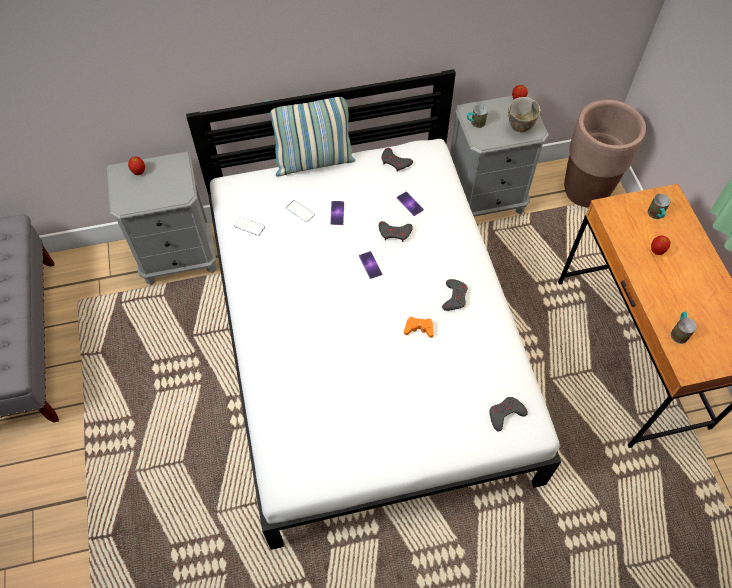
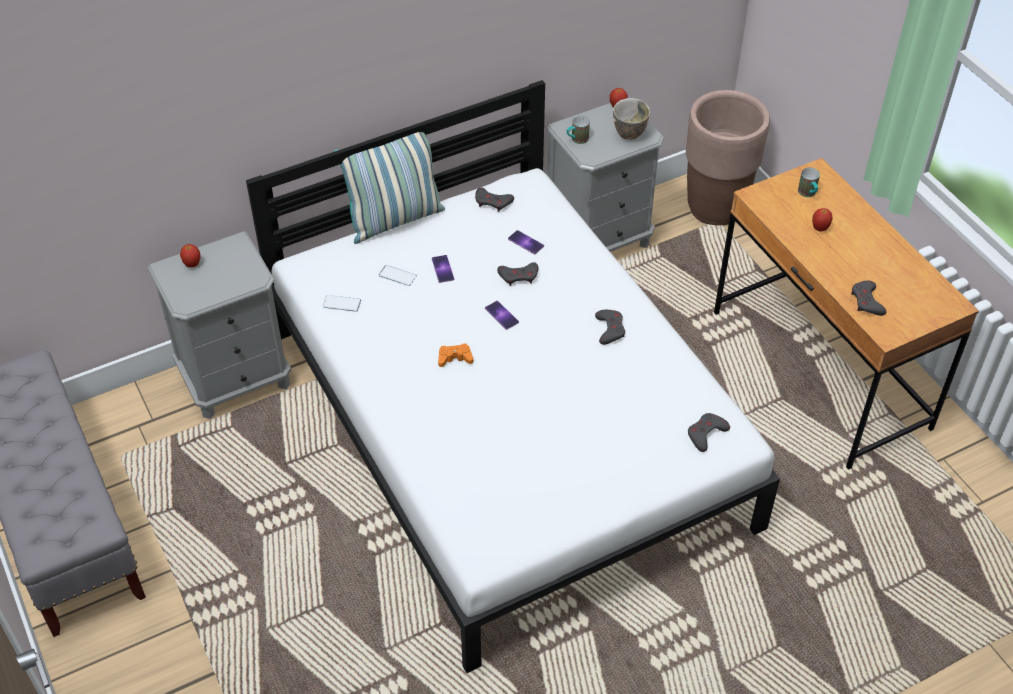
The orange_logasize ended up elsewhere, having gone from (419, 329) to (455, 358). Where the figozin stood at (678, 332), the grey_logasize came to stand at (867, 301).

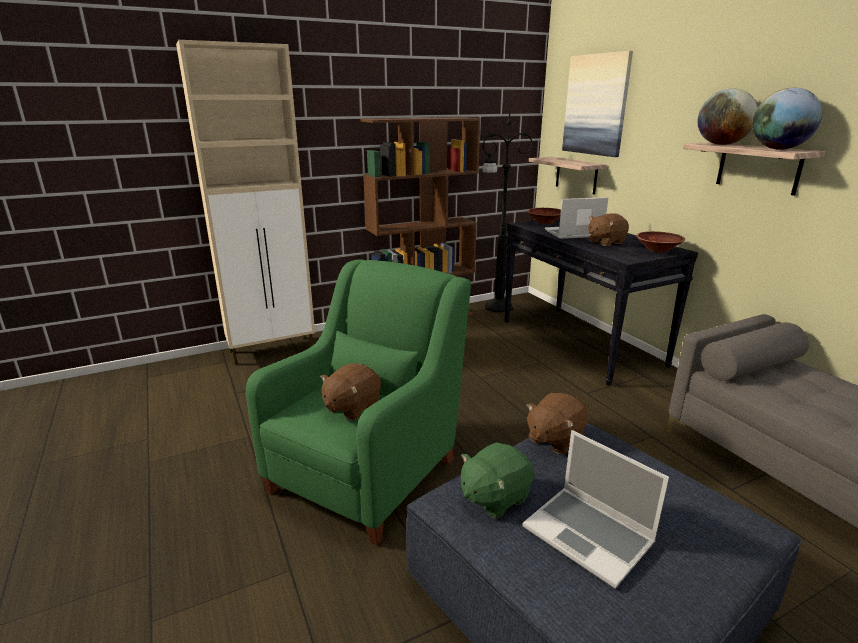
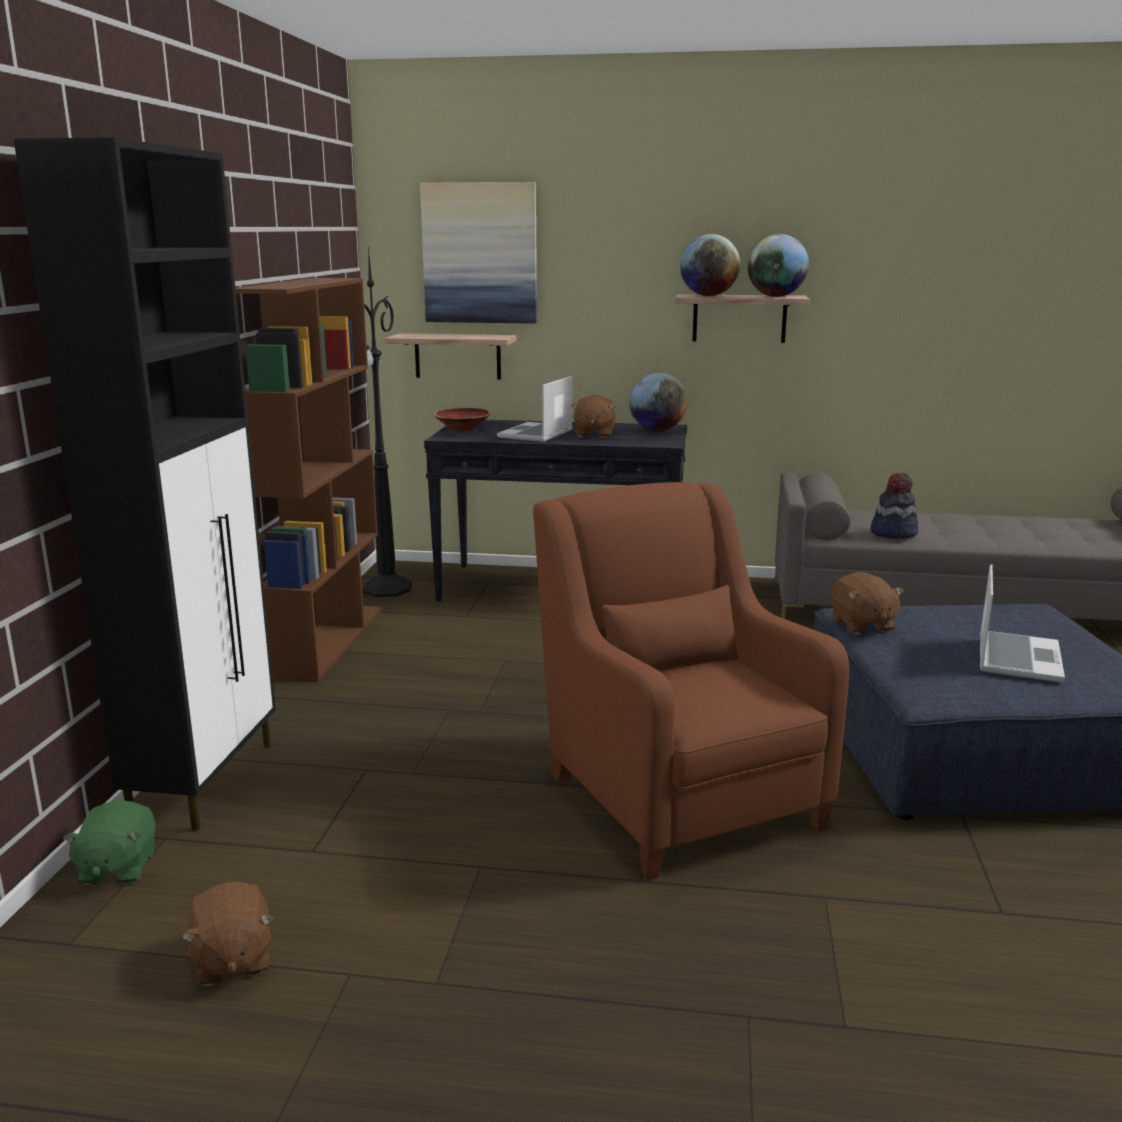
What was the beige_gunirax at (273, 350) turned into the black_gunirax at (206, 781). What was the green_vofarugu at (369, 469) turned into the brown_vofarugu at (676, 793). The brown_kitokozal ended up elsewhere, having gone from (351, 407) to (232, 960). The green_kitokozal ended up elsewhere, having gone from (494, 497) to (117, 868). The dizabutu at (589, 536) ended up facing another way, 60 degrees counterclockwise from before. Where the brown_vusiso stood at (658, 250), the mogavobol came to stand at (657, 430). The second view gained the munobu at (893, 533).

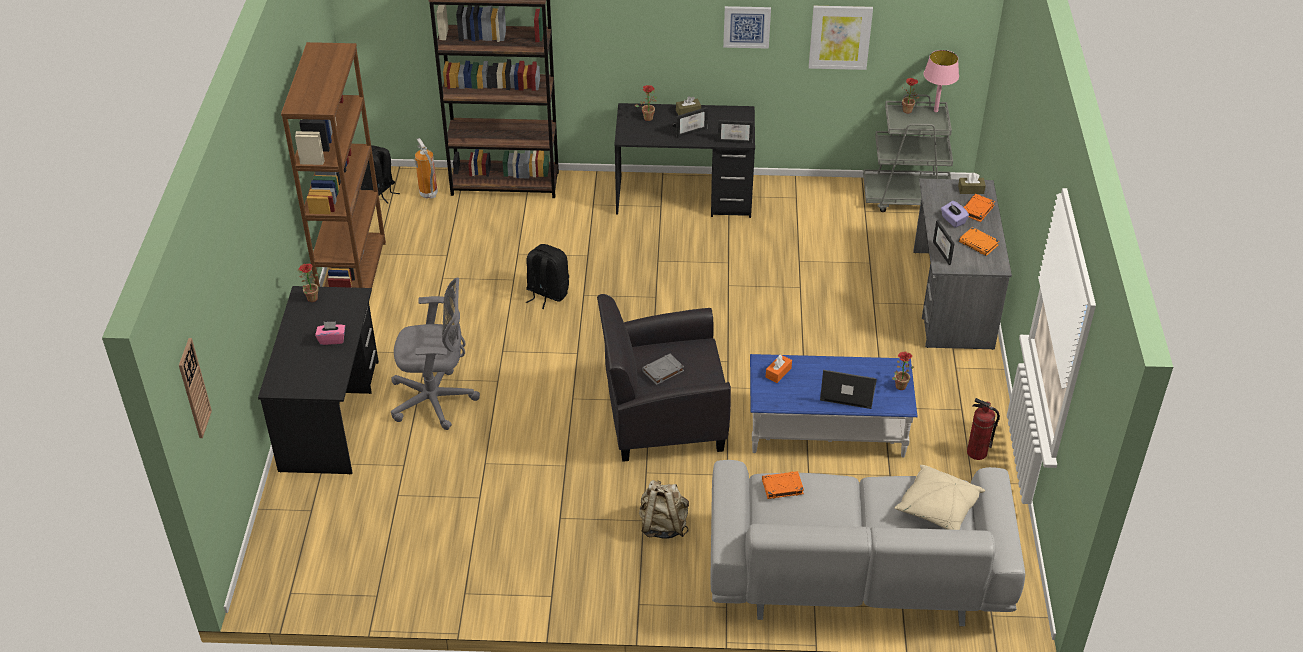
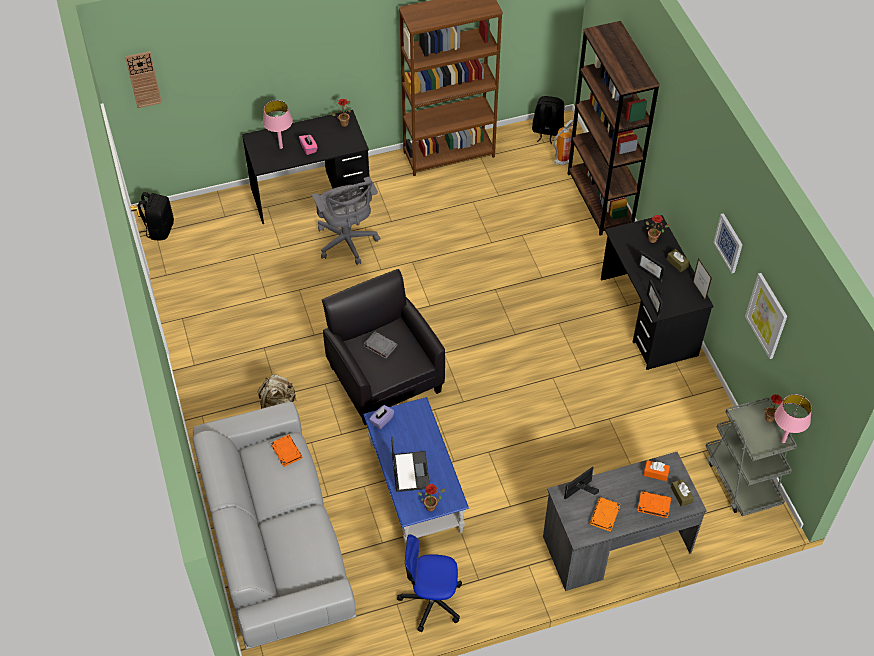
The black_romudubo ended up elsewhere, having gone from (546, 293) to (159, 229). The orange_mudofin ended up elsewhere, having gone from (778, 372) to (656, 473). The second view lost the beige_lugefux at (938, 508). The purple_mudofin ended up elsewhere, having gone from (953, 220) to (381, 420). Where the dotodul stood at (976, 453), the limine came to stand at (431, 600). The second view gained the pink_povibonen at (281, 147). The second view gained the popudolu at (699, 291).

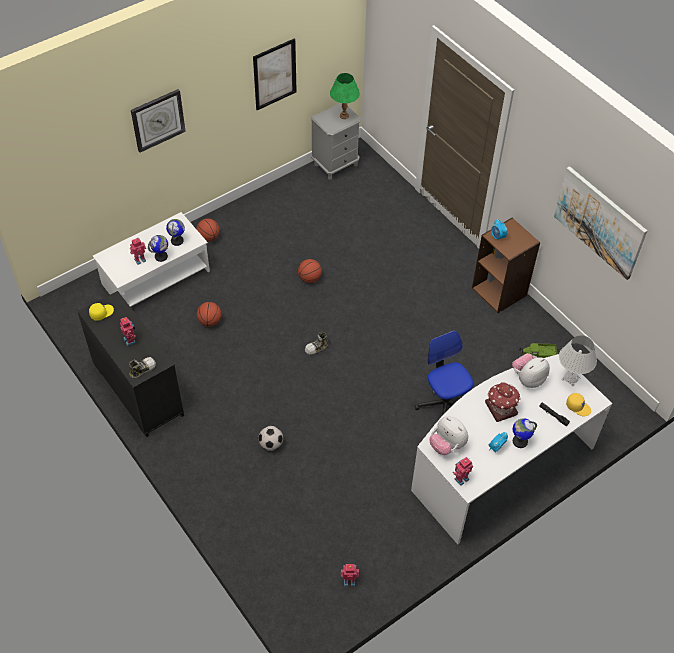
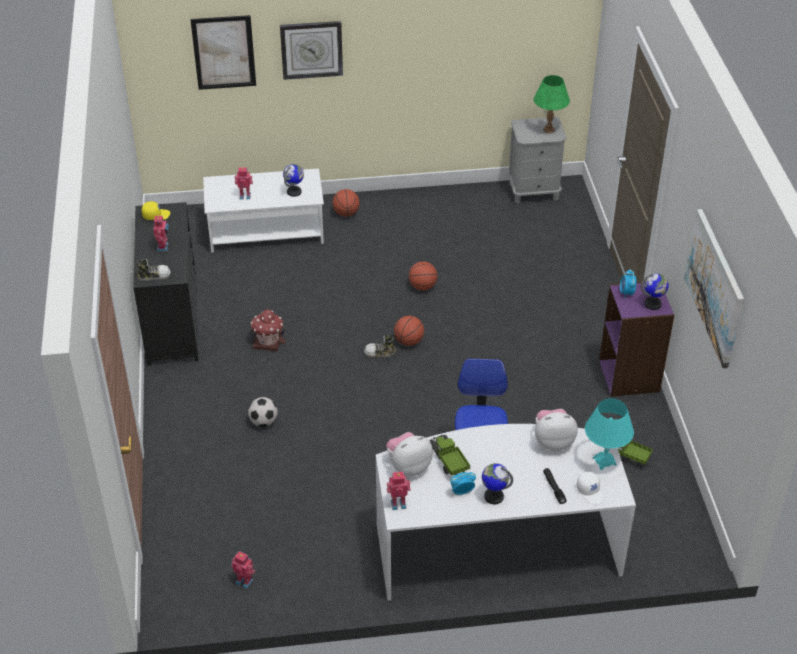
The mogavobol ended up elsewhere, having gone from (161, 256) to (653, 304). The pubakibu ended up elsewhere, having gone from (210, 321) to (408, 341). The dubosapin ended up elsewhere, having gone from (275, 74) to (224, 52). The kitokozal at (447, 445) ended up facing another way, 75 degrees clockwise from before. What was the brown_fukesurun at (499, 291) turned into the purple_fukesurun at (630, 376). The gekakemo ended up elsewhere, having gone from (501, 407) to (268, 340). What was the white_povibonen at (570, 379) turned into the turquoise_povibonen at (604, 461). What was the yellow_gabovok at (578, 407) turned into the white_gabovok at (590, 491). The second view gained the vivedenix at (448, 461).

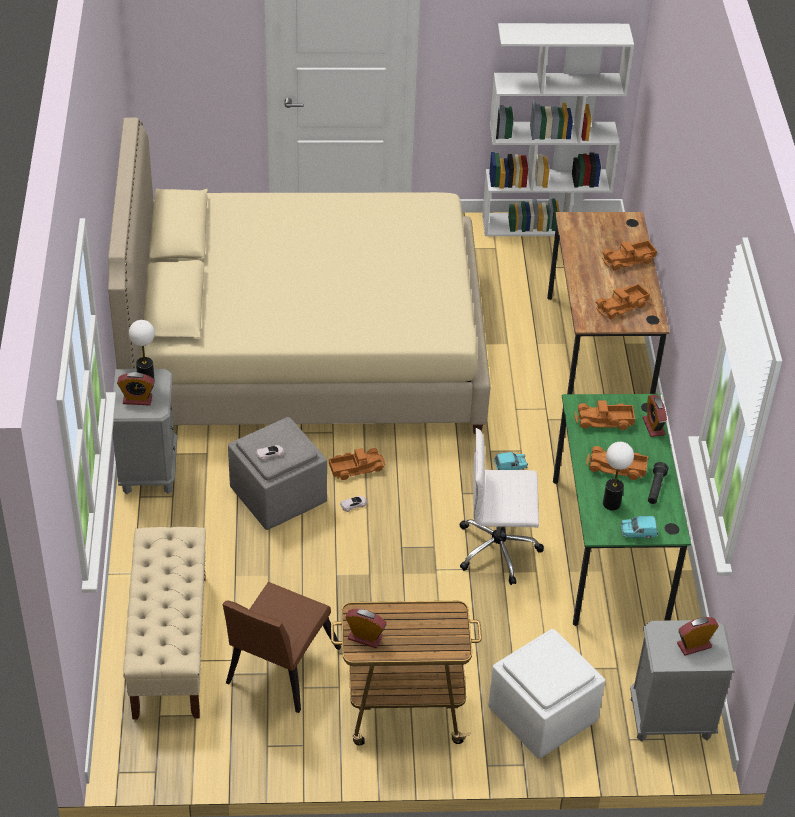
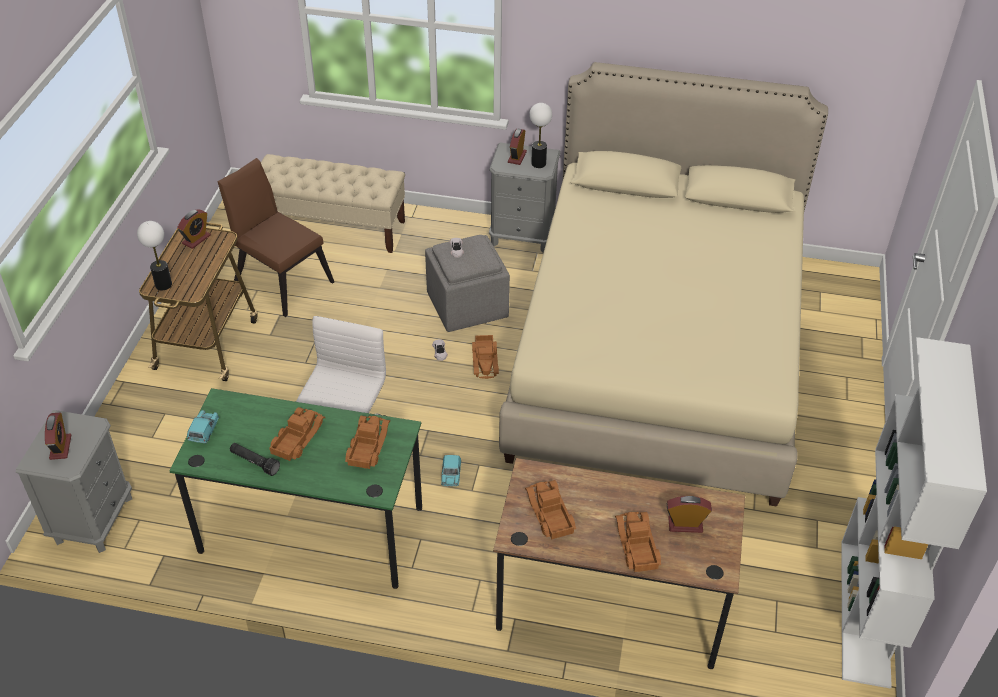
The second view lost the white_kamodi at (541, 715). The povibonen ended up elsewhere, having gone from (611, 503) to (163, 284). The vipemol ended up elsewhere, having gone from (653, 426) to (685, 525).

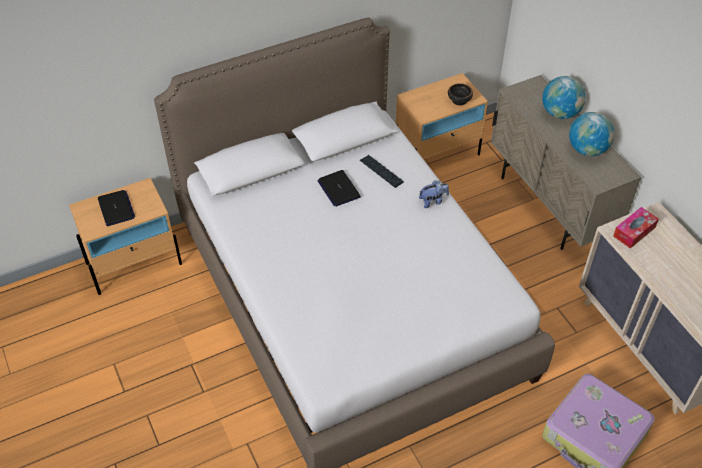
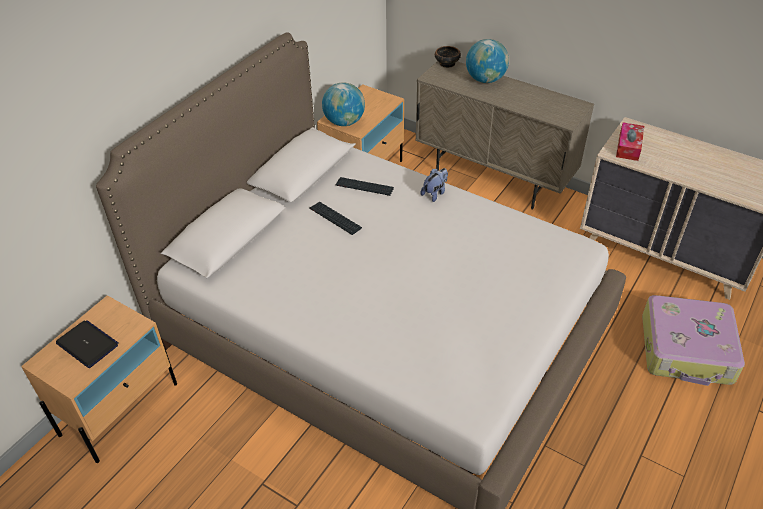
Where the dizabutu stood at (338, 189), the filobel came to stand at (335, 219). The vusiso ended up elsewhere, having gone from (459, 100) to (446, 63). The mogavobol ended up elsewhere, having gone from (587, 150) to (344, 122).

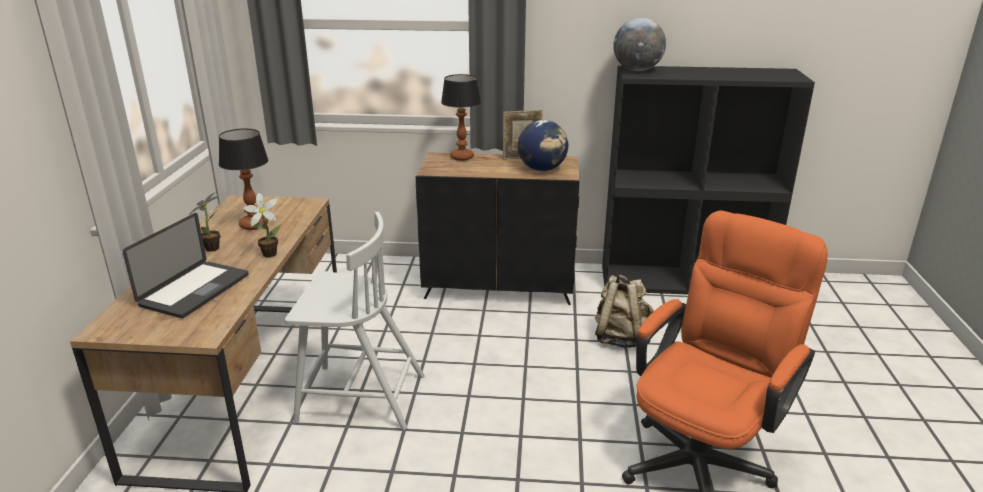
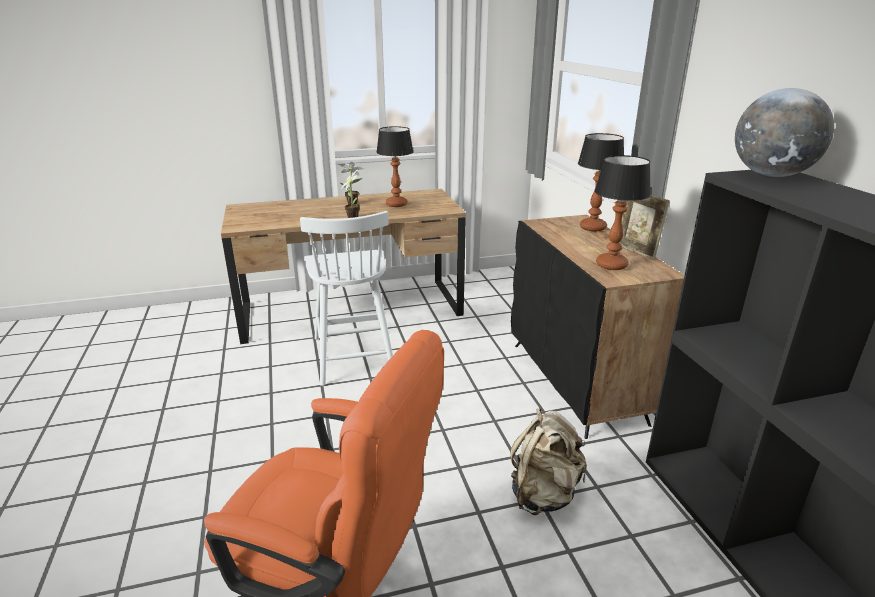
The second view lost the dizabutu at (195, 290). Where the mogavobol stood at (542, 169), the povibonen came to stand at (612, 265).

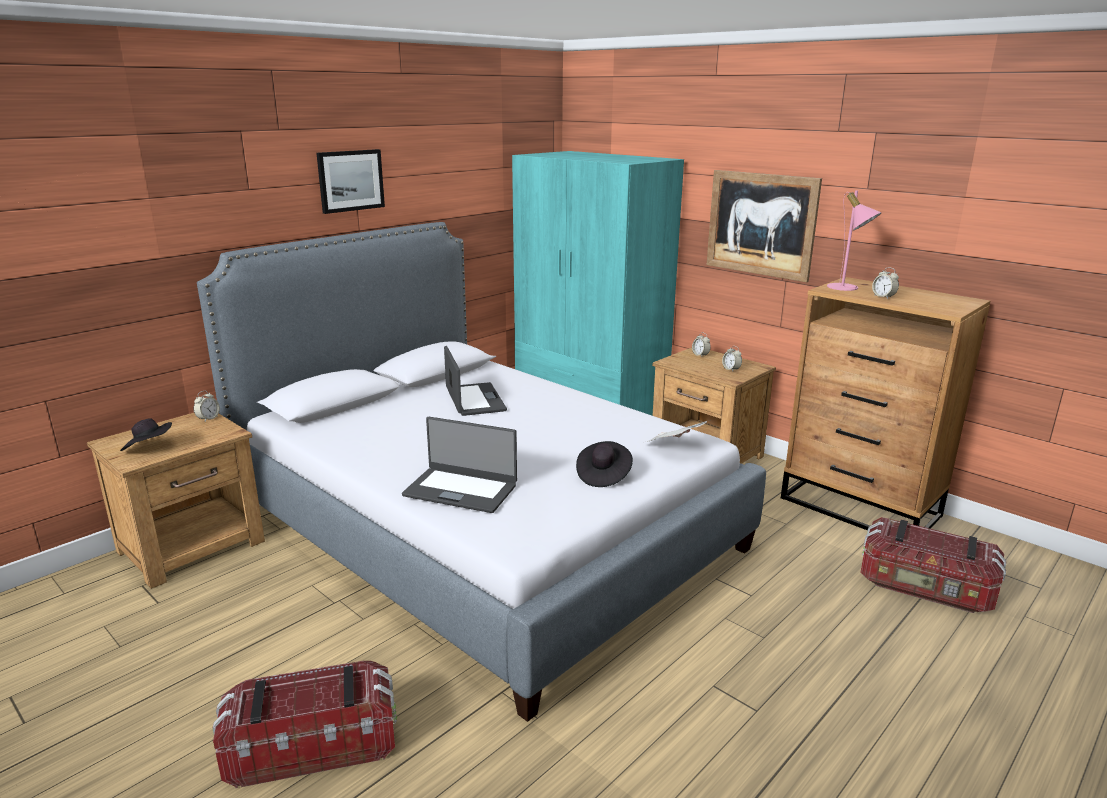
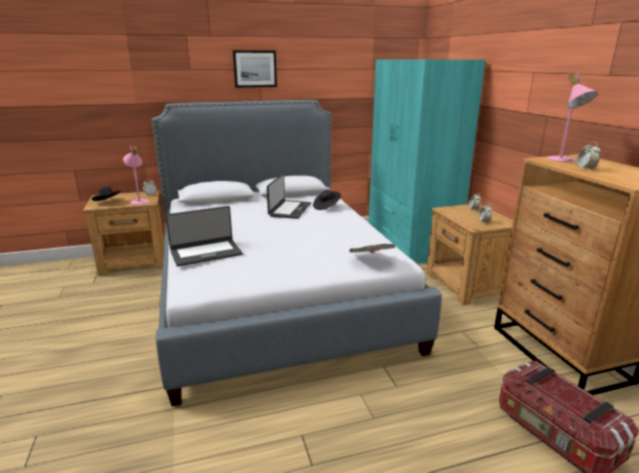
The second view lost the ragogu at (312, 746). The dizabutu at (461, 490) ended up facing another way, 75 degrees counterclockwise from before. The black_munobu ended up elsewhere, having gone from (603, 475) to (326, 207). The second view lost the dubosapin at (761, 224). The second view gained the pink_povibonen at (139, 201).

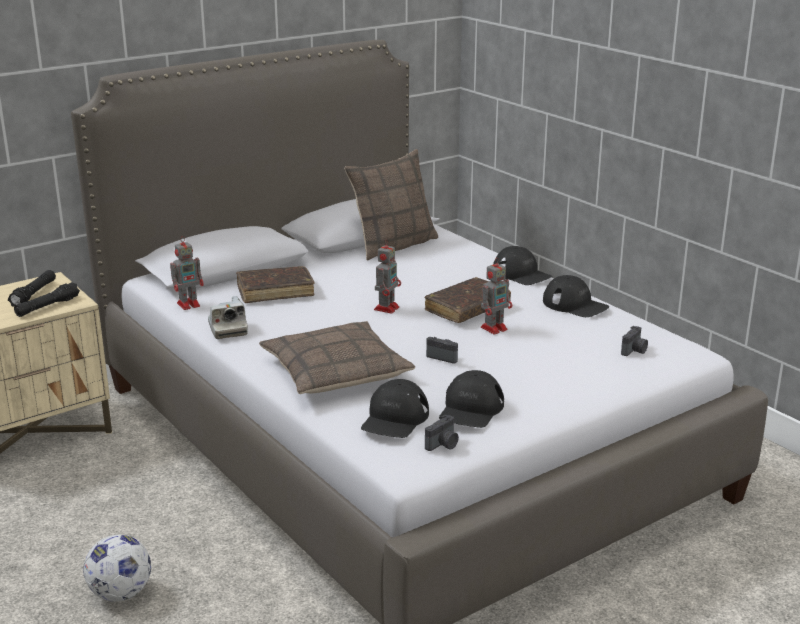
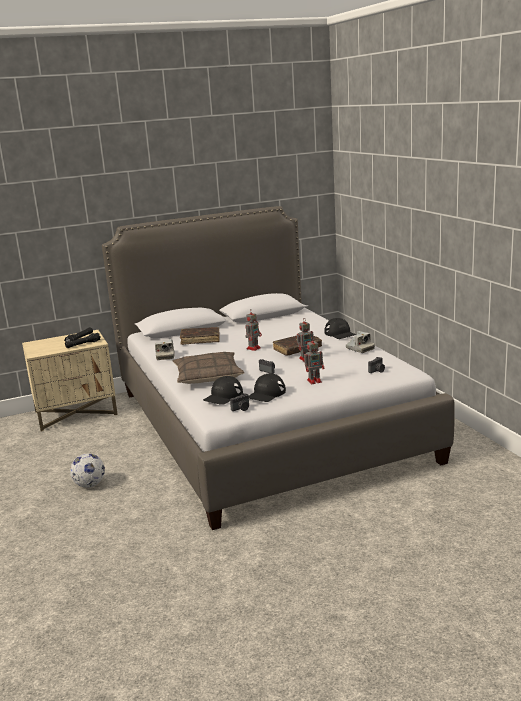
The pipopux ended up elsewhere, having gone from (189, 304) to (315, 381). The second view lost the lugefux at (393, 245). Where the black_gabovok stood at (575, 305), the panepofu came to stand at (360, 349).

